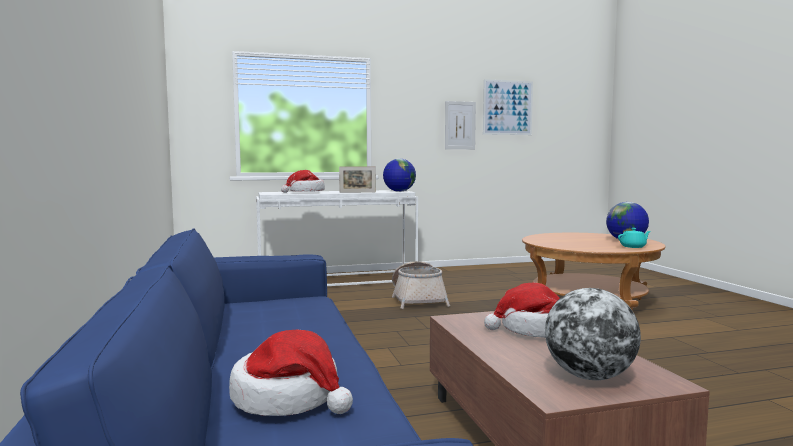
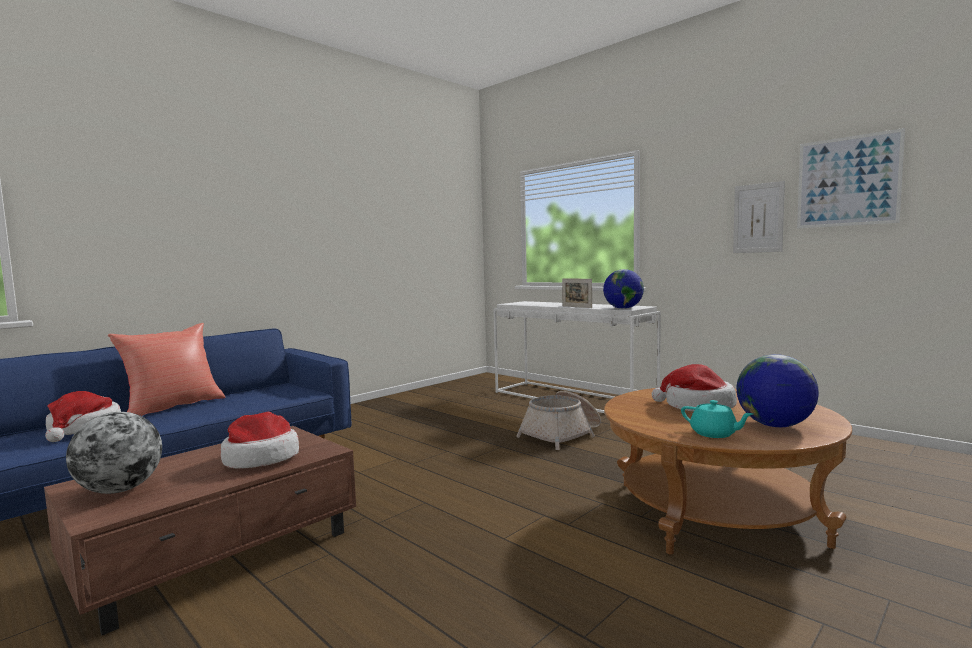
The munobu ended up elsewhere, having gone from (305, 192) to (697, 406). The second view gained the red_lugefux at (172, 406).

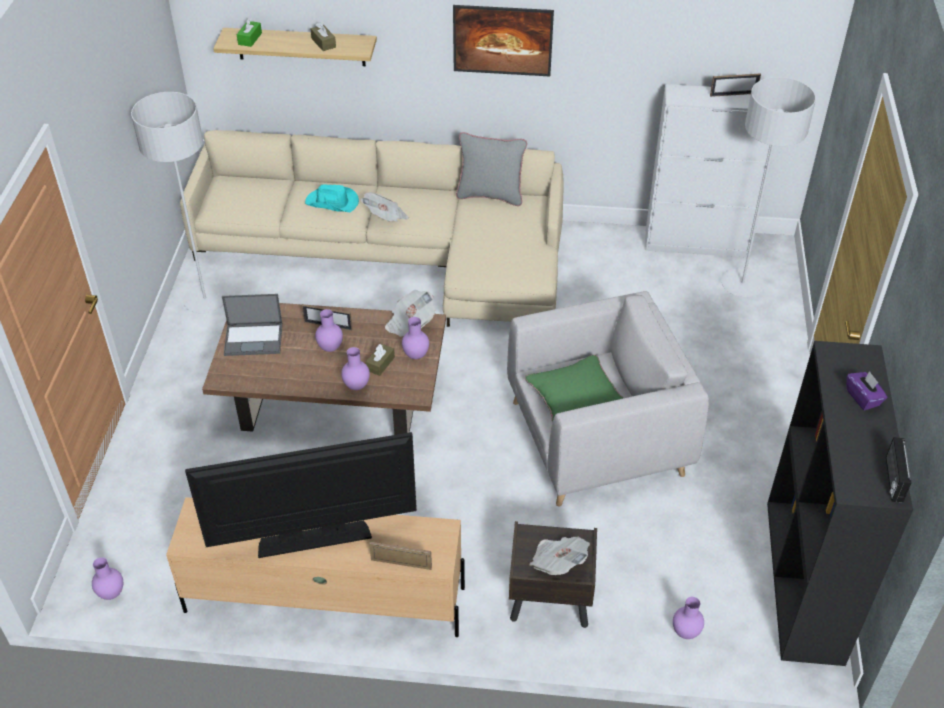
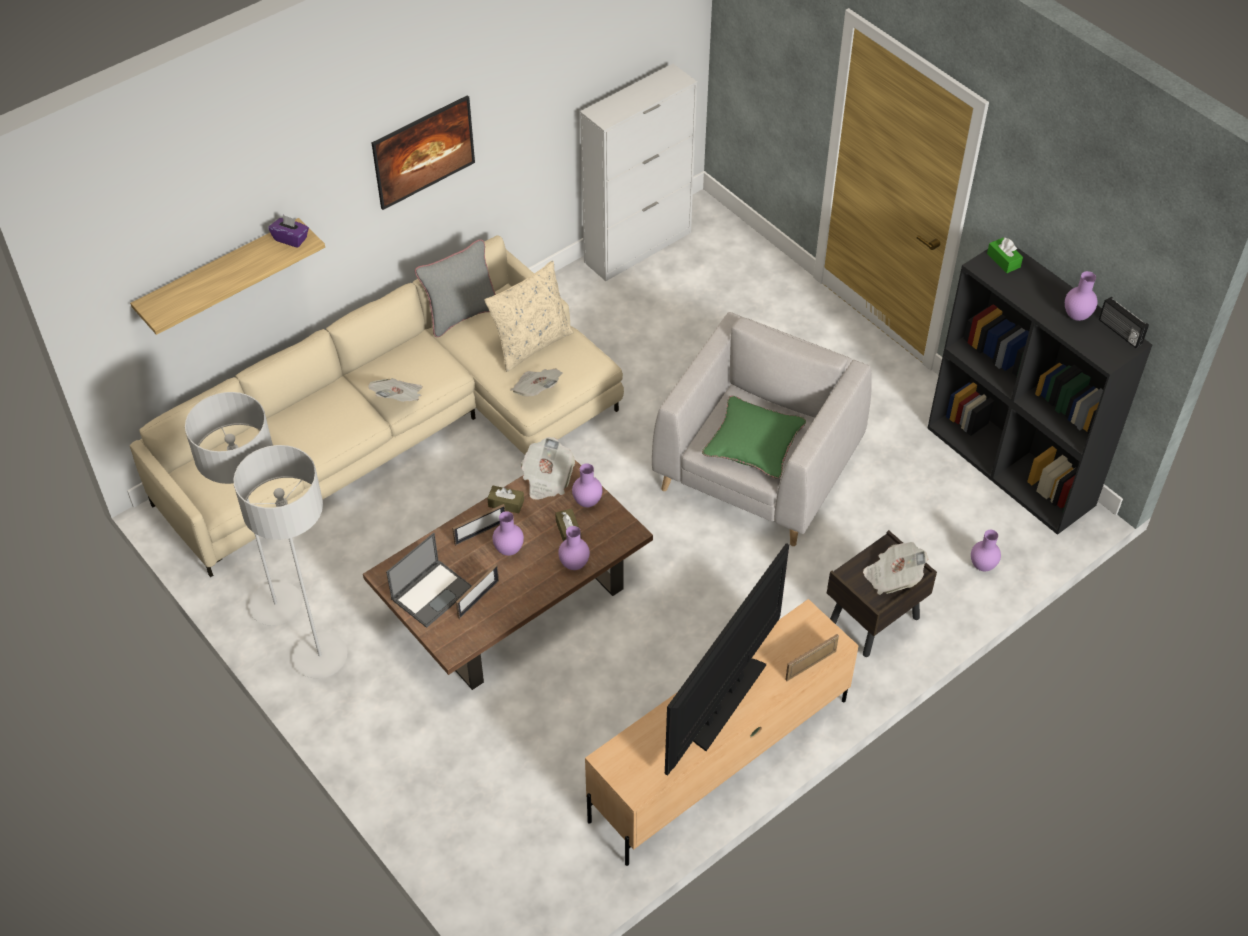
The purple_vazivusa ended up elsewhere, having gone from (111, 594) to (1077, 317). The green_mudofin ended up elsewhere, having gone from (250, 39) to (1003, 260). The second view lost the turquoise_munobu at (332, 202). The brown_mudofin ended up elsewhere, having gone from (323, 43) to (506, 503). The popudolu ended up elsewhere, having gone from (733, 94) to (478, 599). The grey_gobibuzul ended up elsewhere, having gone from (742, 284) to (320, 657). The purple_mudofin ended up elsewhere, having gone from (863, 398) to (291, 239). The second view gained the beige_lugefux at (531, 344). The second view gained the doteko at (536, 390).

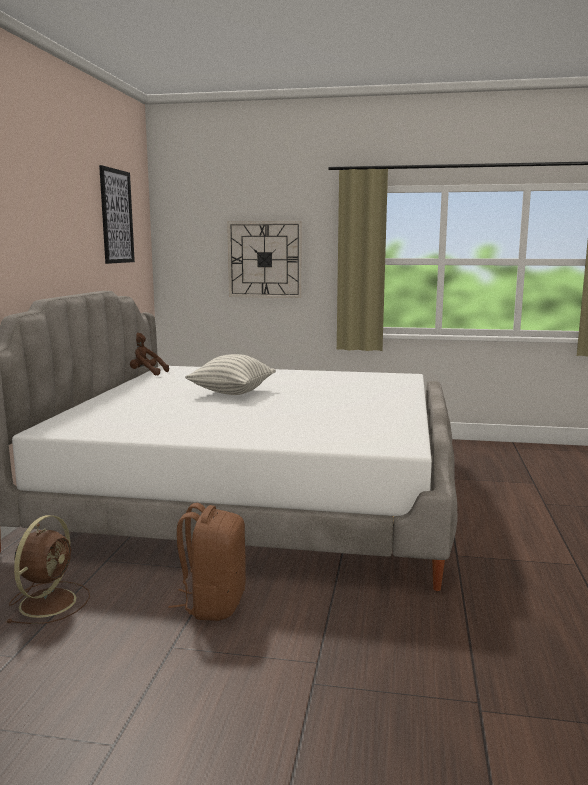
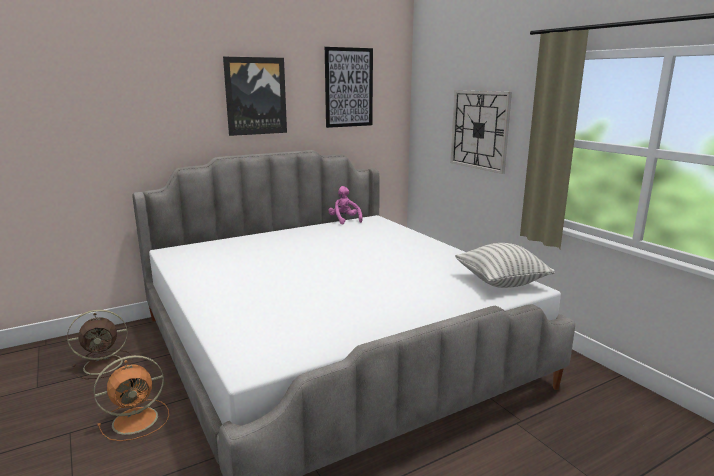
What was the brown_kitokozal at (145, 373) turned into the pink_kitokozal at (344, 220). Where the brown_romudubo stood at (213, 604), the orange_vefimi came to stand at (137, 419). The lugefux ended up elsewhere, having gone from (232, 393) to (501, 282). The second view gained the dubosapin at (255, 96).

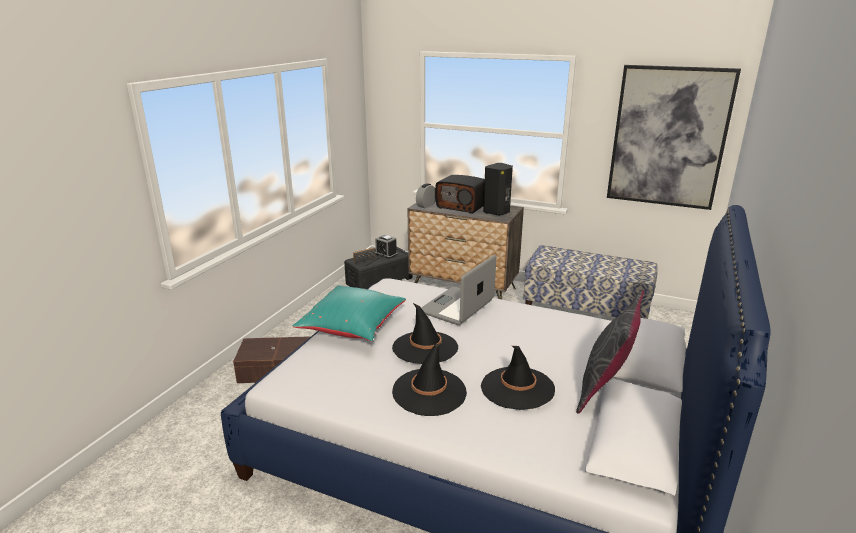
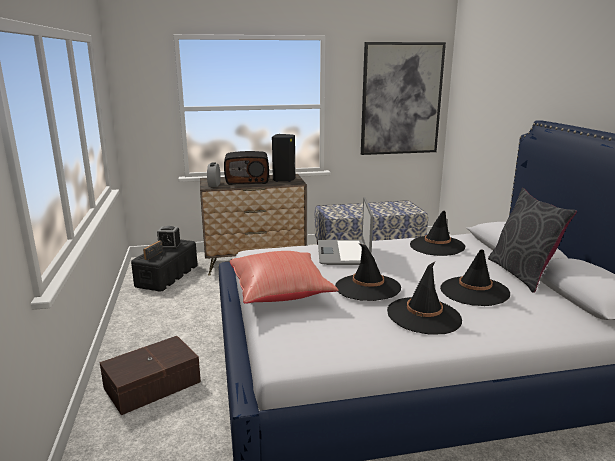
What was the turquoise_lugefux at (353, 328) turned into the red_lugefux at (280, 293). The second view gained the black_munobu at (437, 246).

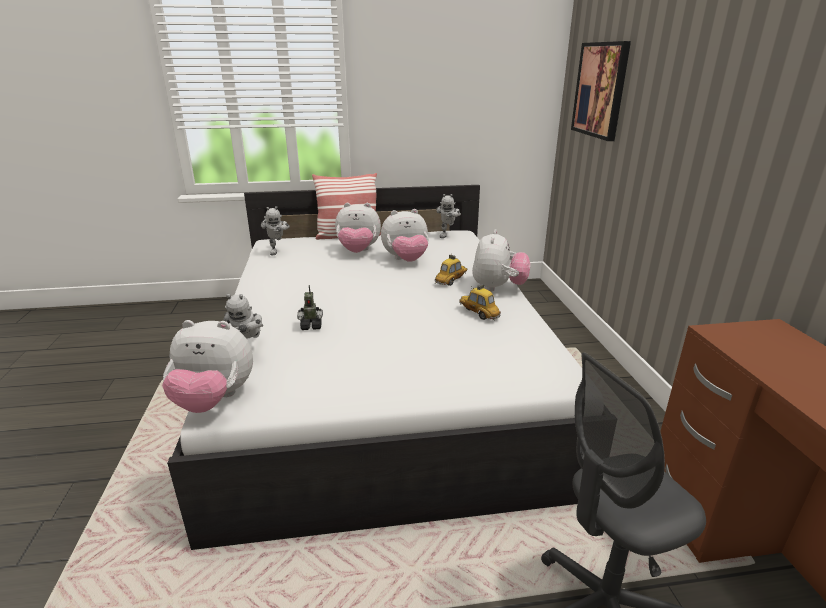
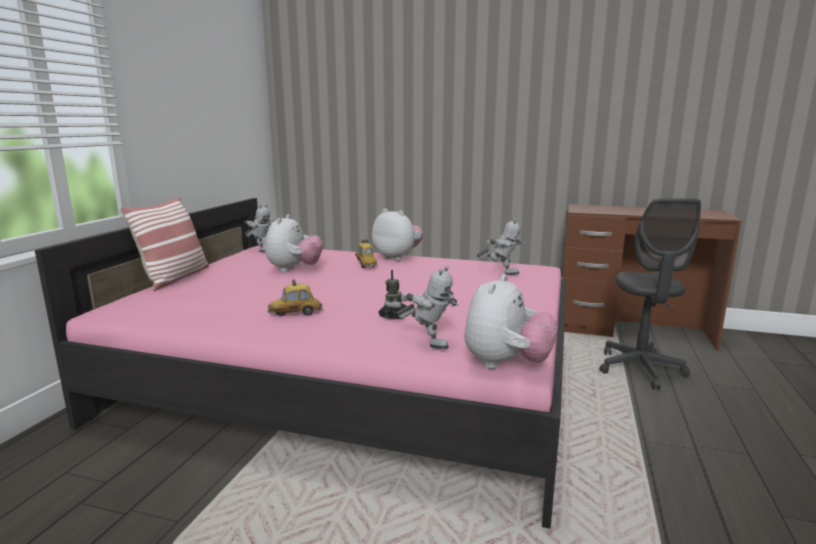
What was the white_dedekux at (381, 375) turned into the pink_dedekux at (353, 381). The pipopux ended up elsewhere, having gone from (277, 251) to (501, 273). The second view lost the kitokozal at (358, 251). The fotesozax ended up elsewhere, having gone from (478, 313) to (295, 314). The second view lost the dubosapin at (600, 90).

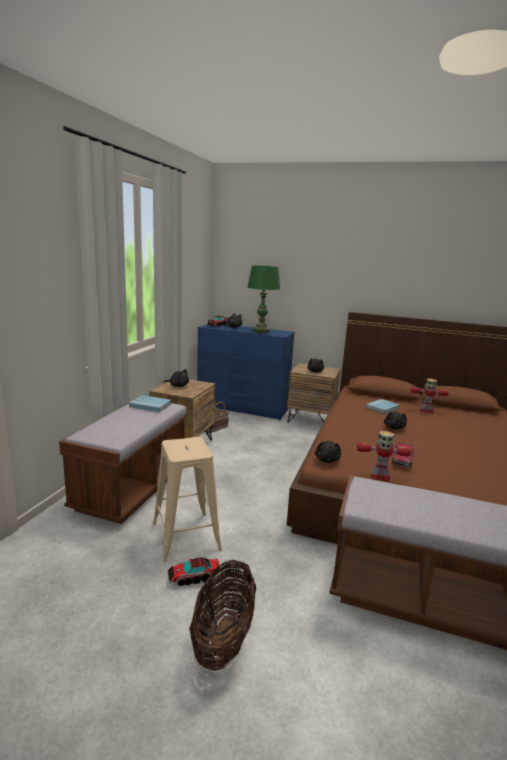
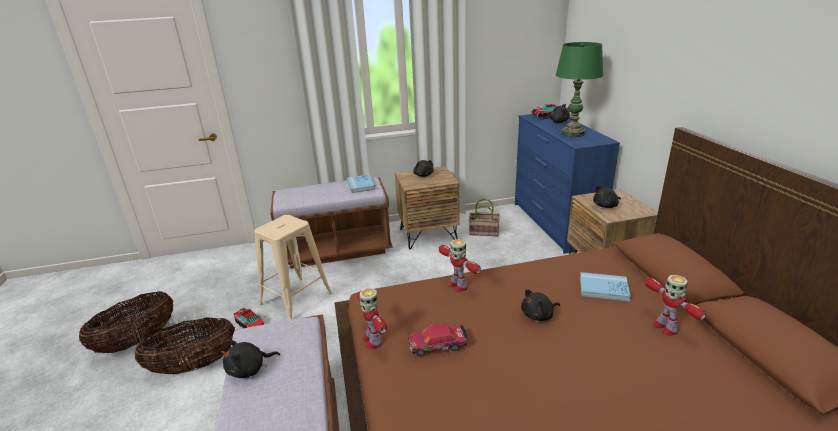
The black_kitokozal ended up elsewhere, having gone from (327, 460) to (249, 369). The second view gained the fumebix at (137, 341). The second view gained the pipopux at (457, 285).

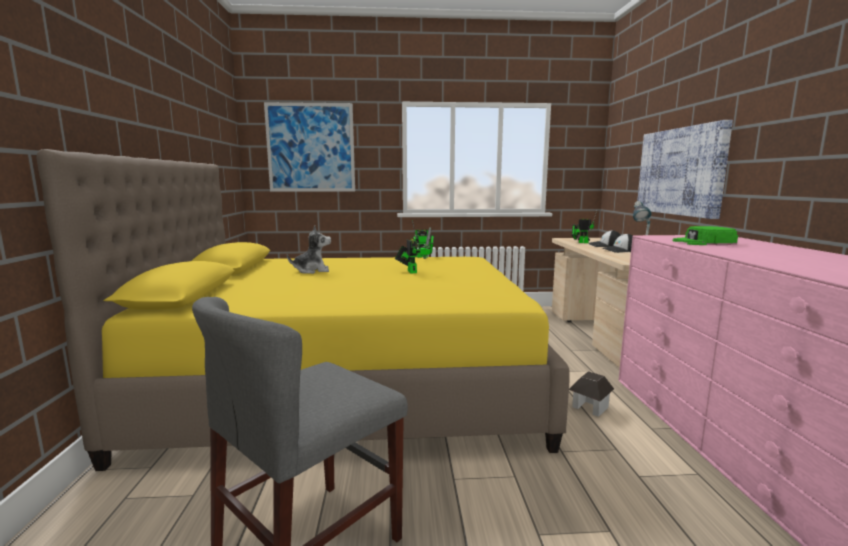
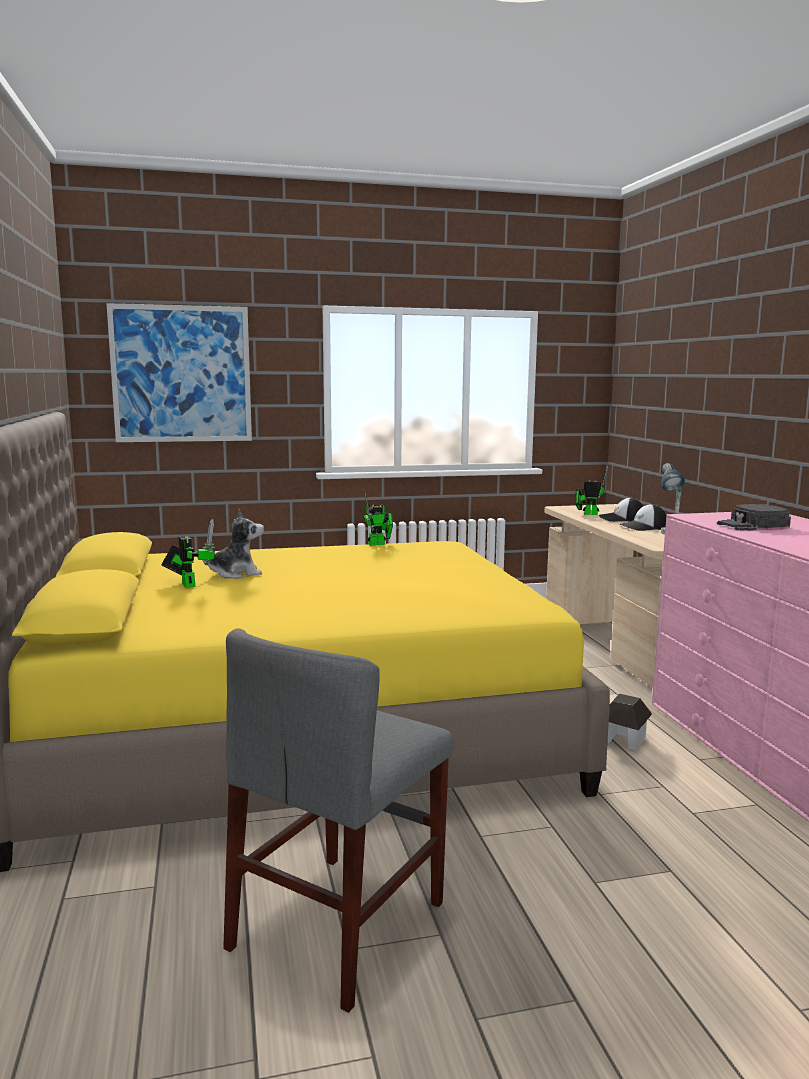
The pipopux ended up elsewhere, having gone from (411, 271) to (188, 584). The second view lost the dubosapin at (681, 171). What was the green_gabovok at (703, 242) turned into the black_gabovok at (752, 525).

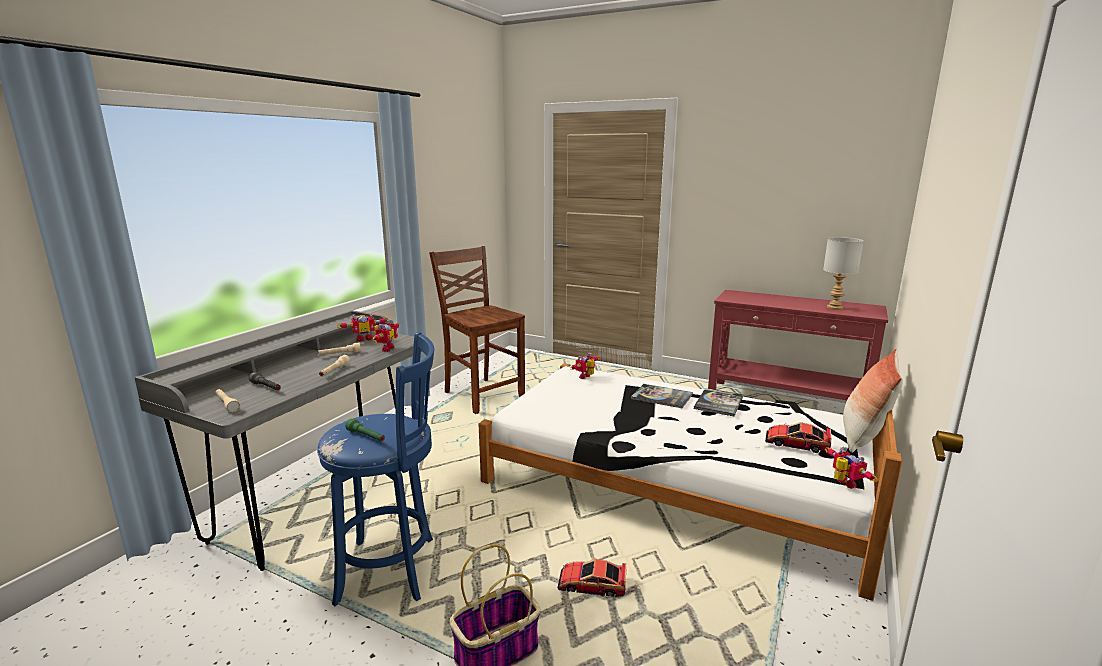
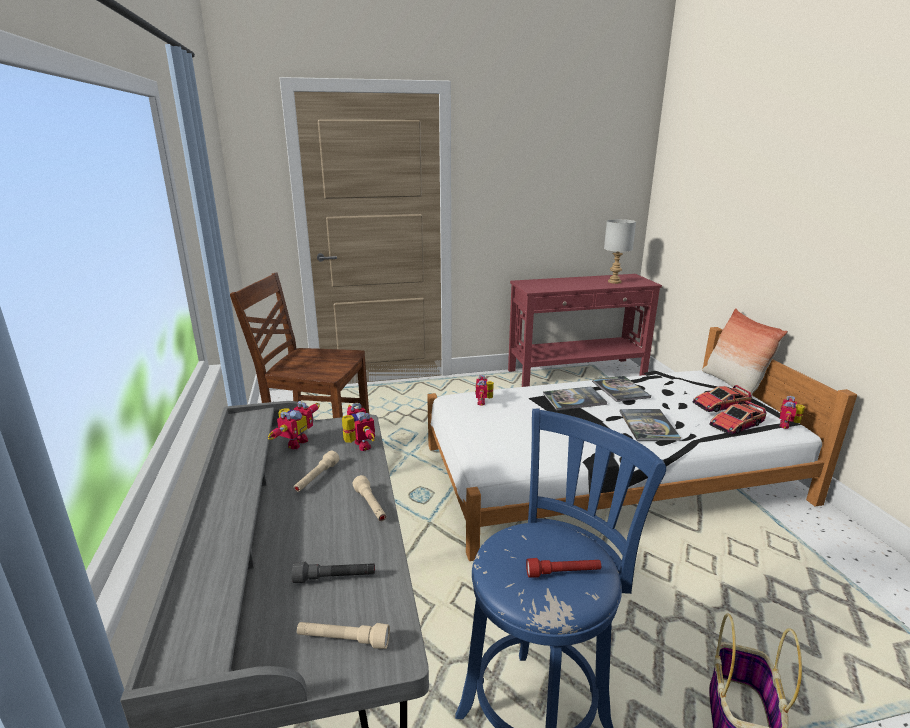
What was the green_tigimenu at (366, 437) turned into the red_tigimenu at (563, 573). The fotesozax ended up elsewhere, having gone from (592, 584) to (736, 424). The pipopux at (843, 484) ended up facing another way, 90 degrees counterclockwise from before. The second view gained the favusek at (648, 425).

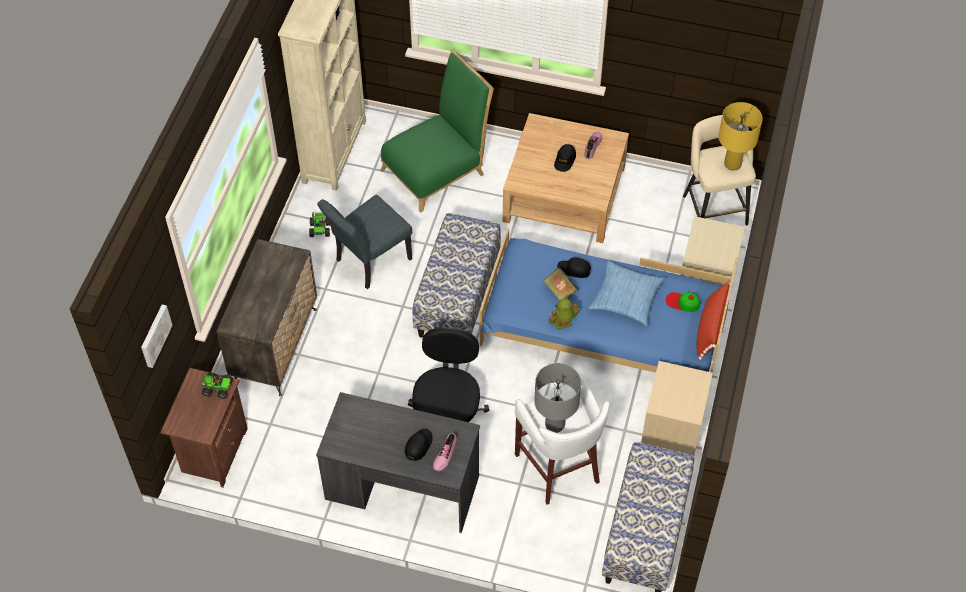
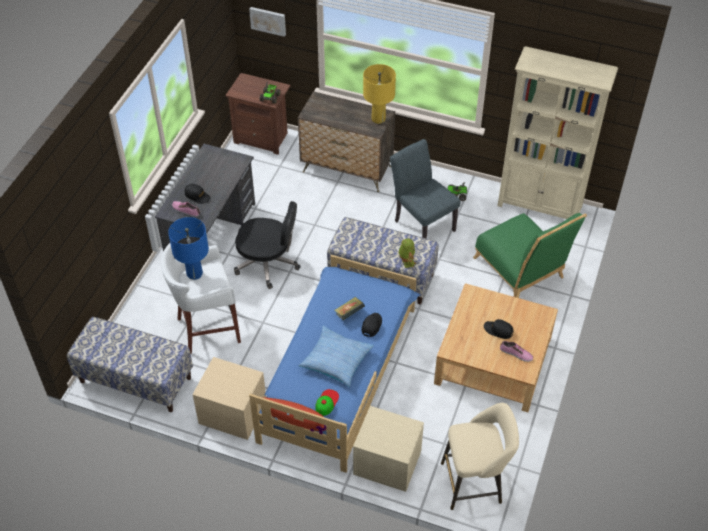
What was the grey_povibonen at (554, 425) turned into the blue_povibonen at (194, 273). The pipopux ended up elsewhere, having gone from (563, 324) to (406, 262). The yellow_povibonen ended up elsewhere, having gone from (732, 164) to (378, 119).

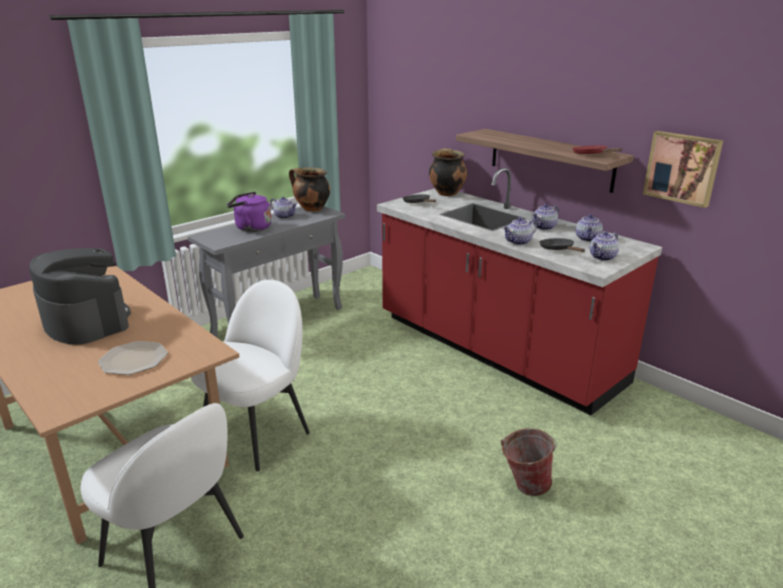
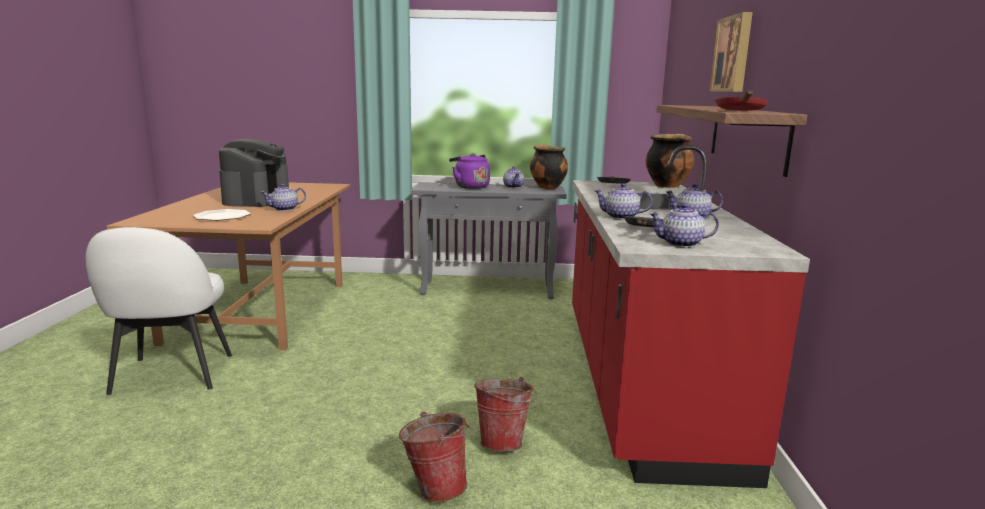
The second view lost the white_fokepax at (257, 432). The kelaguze ended up elsewhere, having gone from (588, 239) to (284, 209). The dubosapin ended up elsewhere, having gone from (682, 168) to (734, 54). The second view gained the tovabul at (504, 441).

